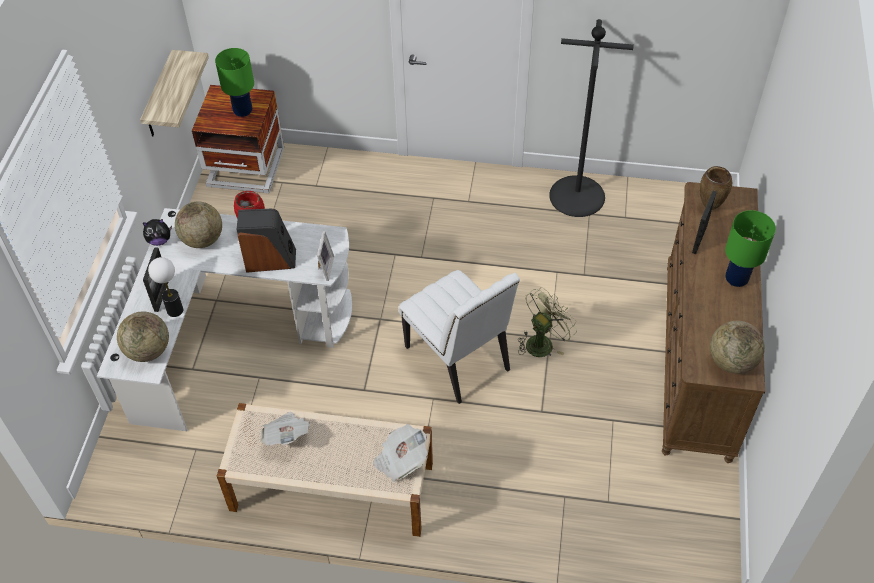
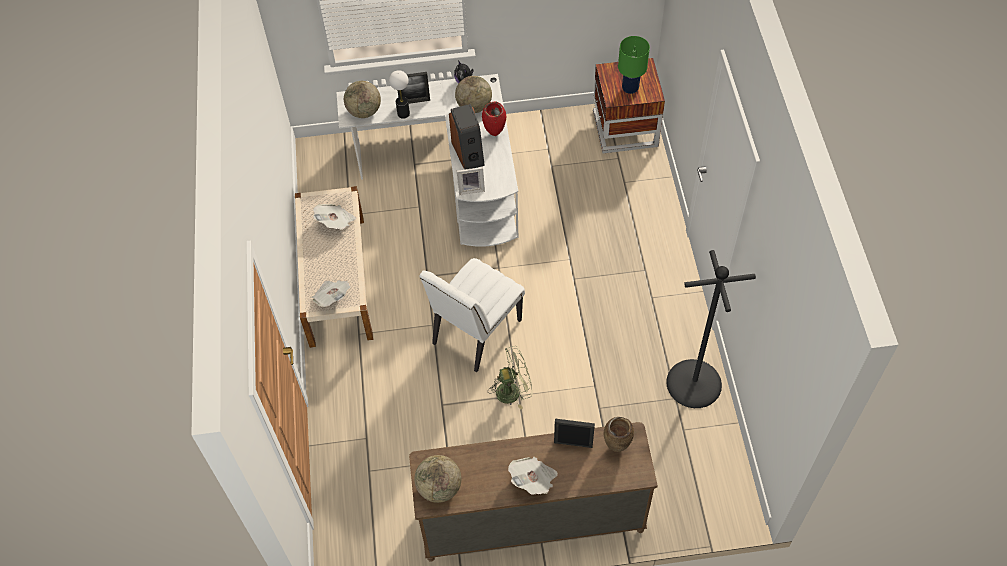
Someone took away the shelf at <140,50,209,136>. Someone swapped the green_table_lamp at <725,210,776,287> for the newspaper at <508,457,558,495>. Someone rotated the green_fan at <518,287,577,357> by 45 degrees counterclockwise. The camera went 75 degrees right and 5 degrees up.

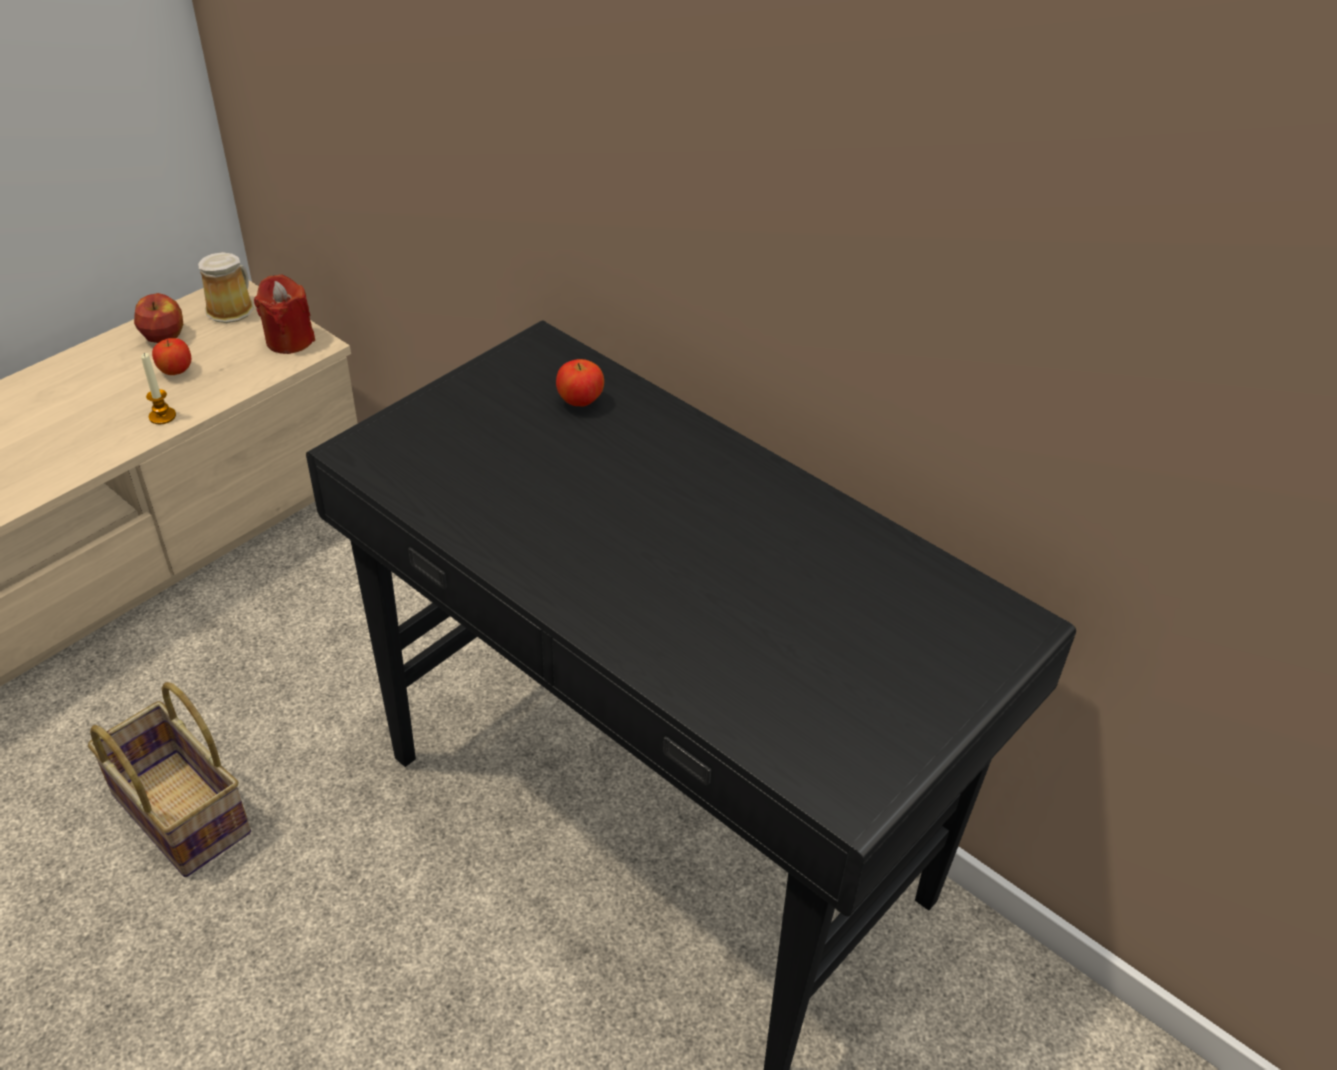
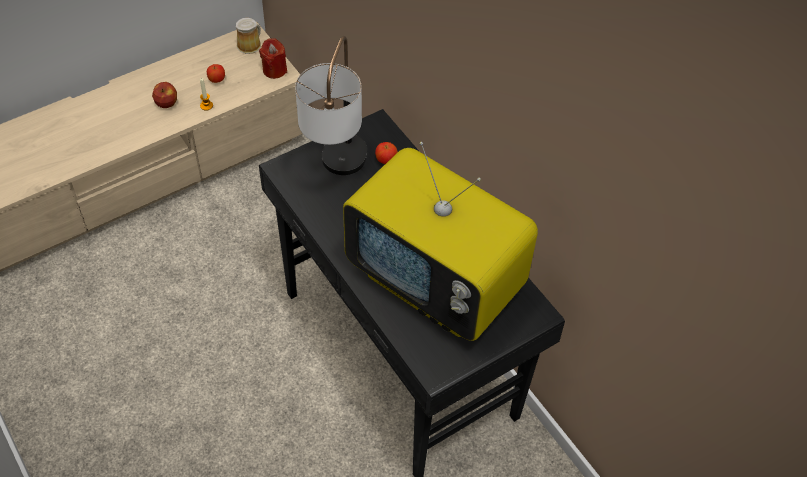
Someone carried the apple from <134,293,183,343> to <152,82,177,108>. Someone took away the basket at <88,682,251,877>. Someone put down the table_lamp at <295,36,367,175>. Someone put down the television at <343,142,538,341>. The camera went 15 degrees right and 10 degrees up.

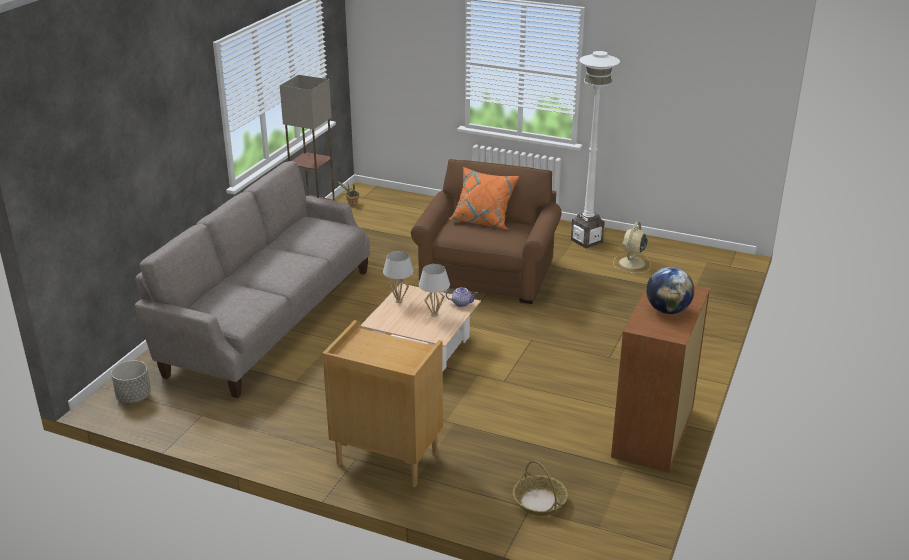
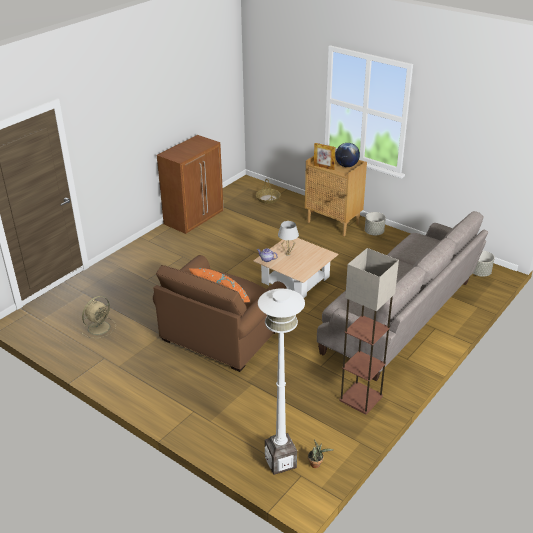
Someone carried the white_floor_lamp from <571,51,620,248> to <258,288,305,475>. Someone took away the white_table_lamp at <383,251,414,303>. Someone carried the globe from <646,267,694,314> to <335,143,360,167>. Someone put down the picture_frame at <314,143,335,170>. Someone put down the grey_planter at <365,212,386,236>. The camera went 165 degrees left and 5 degrees up.

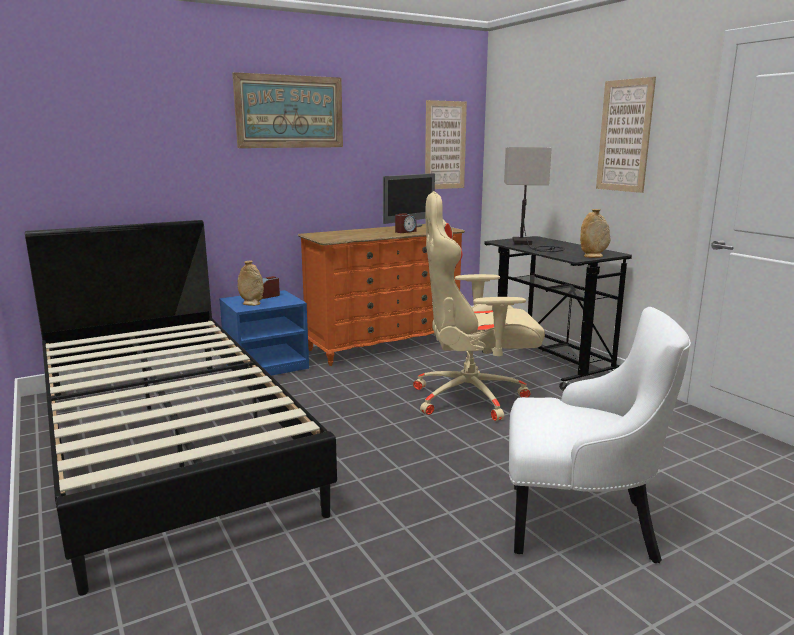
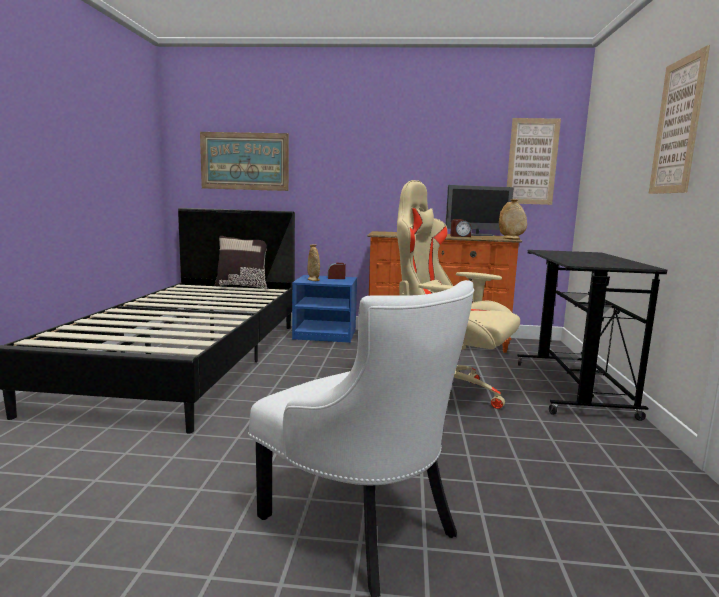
Someone carried the picture from <232,72,343,148> to <200,132,289,191>. Someone took away the table_lamp at <504,147,565,252>. Someone carried the beige_vase from <580,209,611,258> to <499,199,527,239>. Someone put down the pillow at <214,236,267,289>. The camera went 35 degrees right and 5 degrees down.

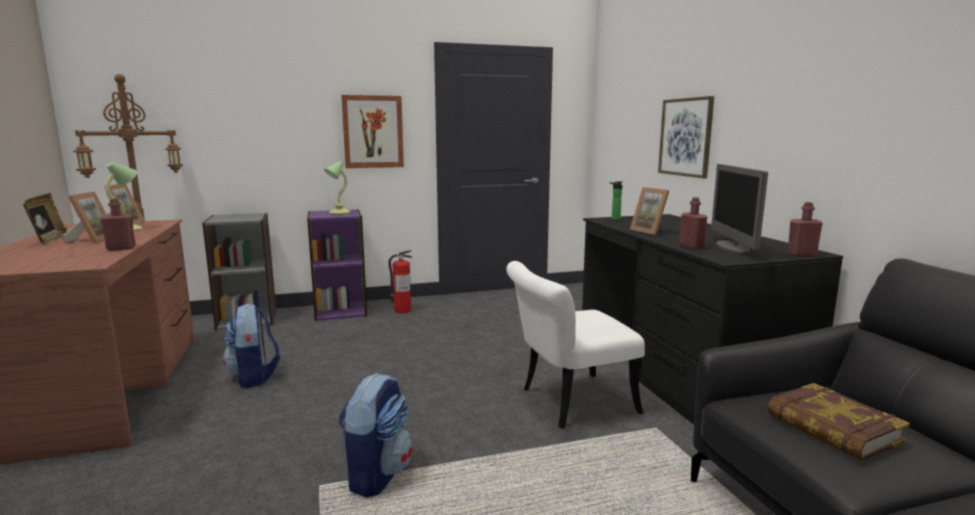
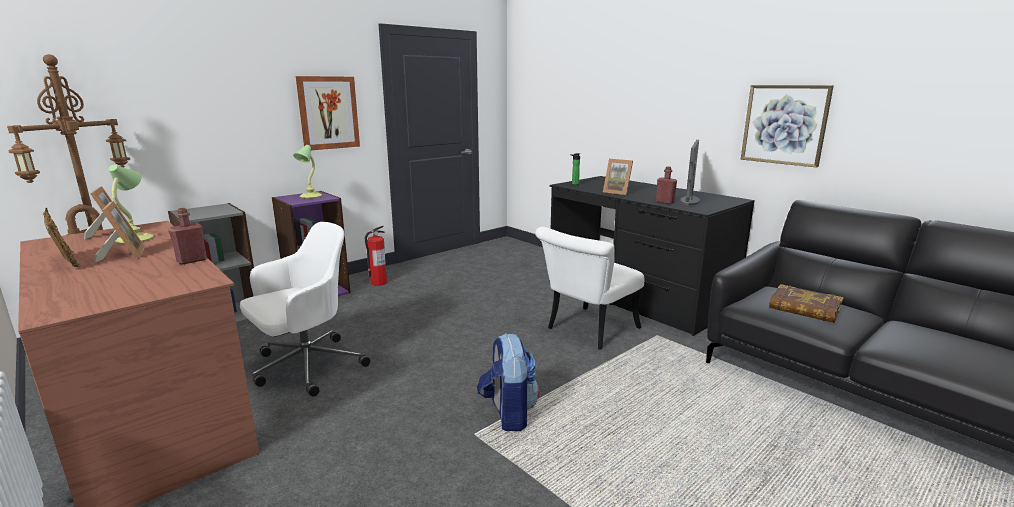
Someone carried the picture from <658,96,714,178> to <741,85,834,168>. Someone rotated the monitor at <711,164,768,254> by 45 degrees clockwise. Someone took away the red_bottle at <787,202,823,257>. Someone swapped the backpack at <223,303,280,388> for the white_office_chair at <240,222,370,397>. The camera went 25 degrees left and 5 degrees up.

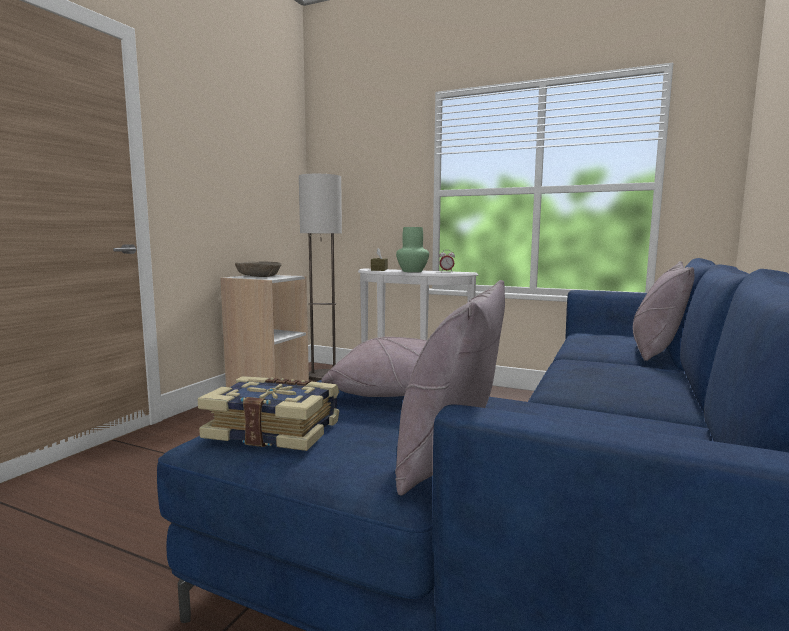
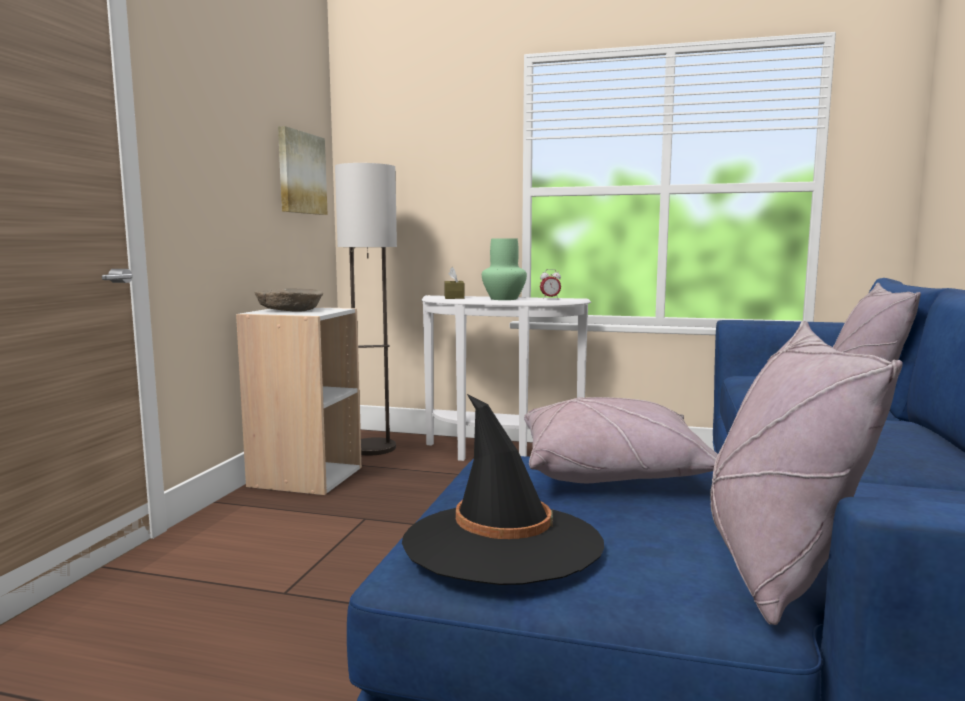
Someone swapped the book at <198,376,340,451> for the black_hat at <402,394,604,585>. Someone put up the picture at <278,126,328,215>. The camera went 10 degrees left and 0 degrees up.

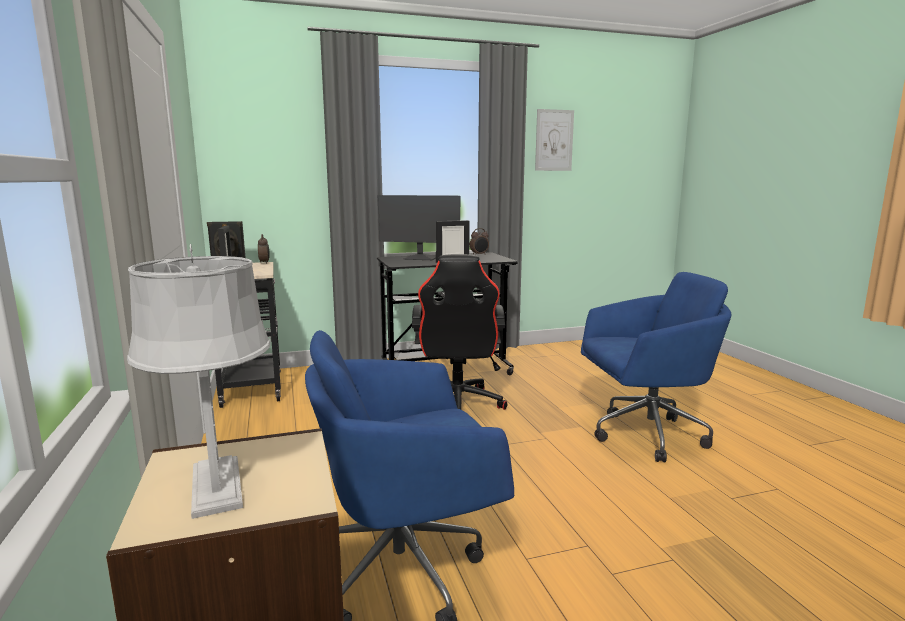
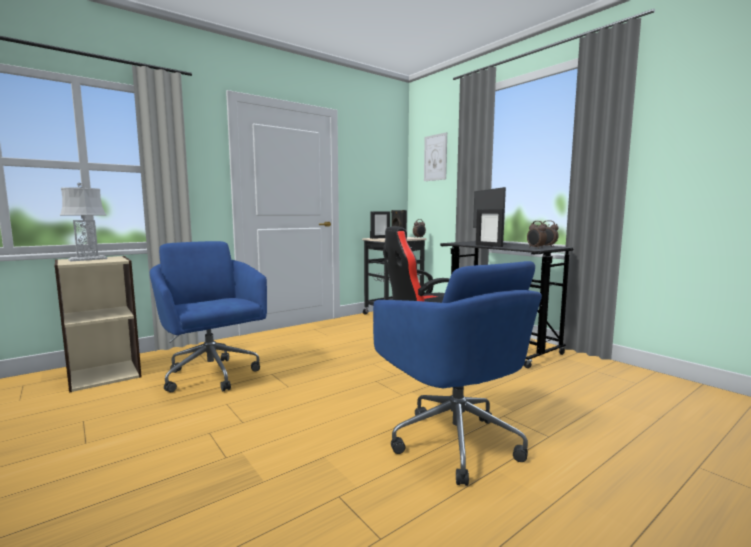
Someone carried the picture from <535,109,574,171> to <424,132,447,181>. Someone put down the alarm_clock at <527,221,547,249>. The camera went 70 degrees right and 5 degrees down.

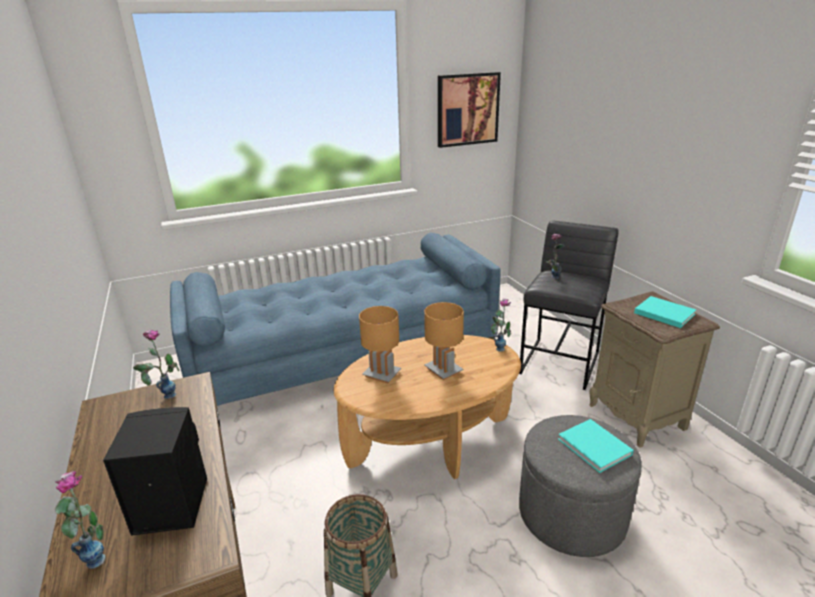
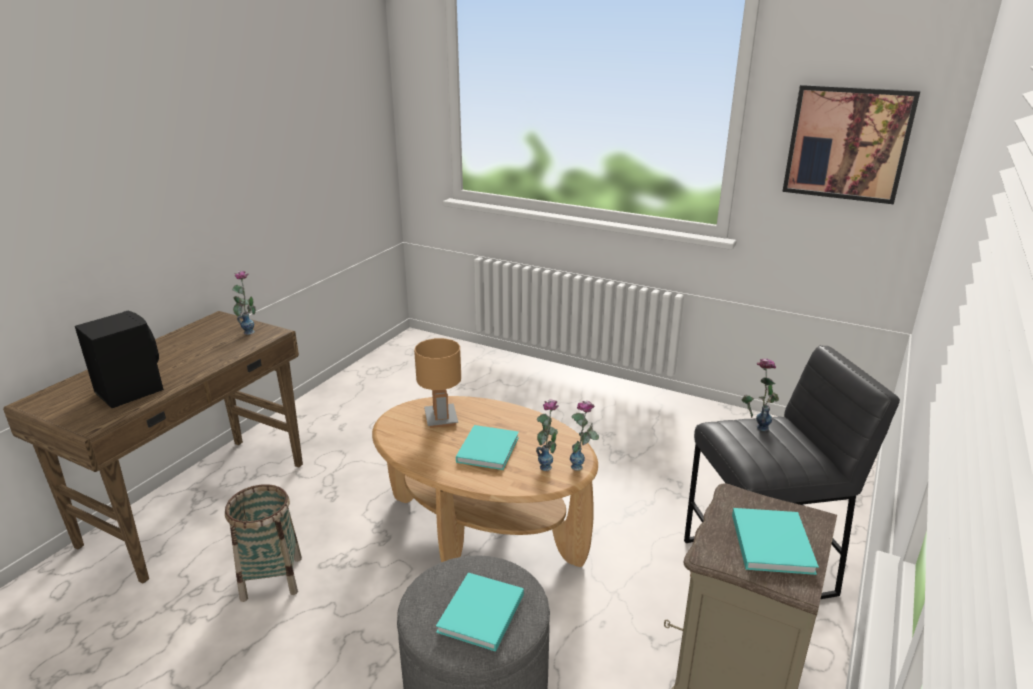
Someone took away the blue_sofa at <170,233,501,406>. Someone swapped the brown_table_lamp at <424,302,464,380> for the turquoise_book at <456,425,519,470>. Someone carried the vase from <55,471,106,569> to <536,399,559,471>. The camera went 50 degrees right and 0 degrees up.

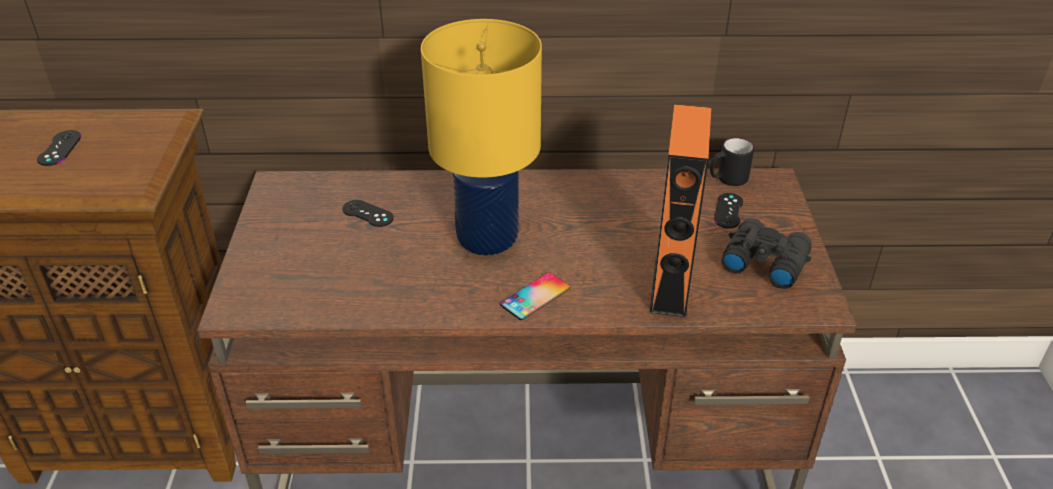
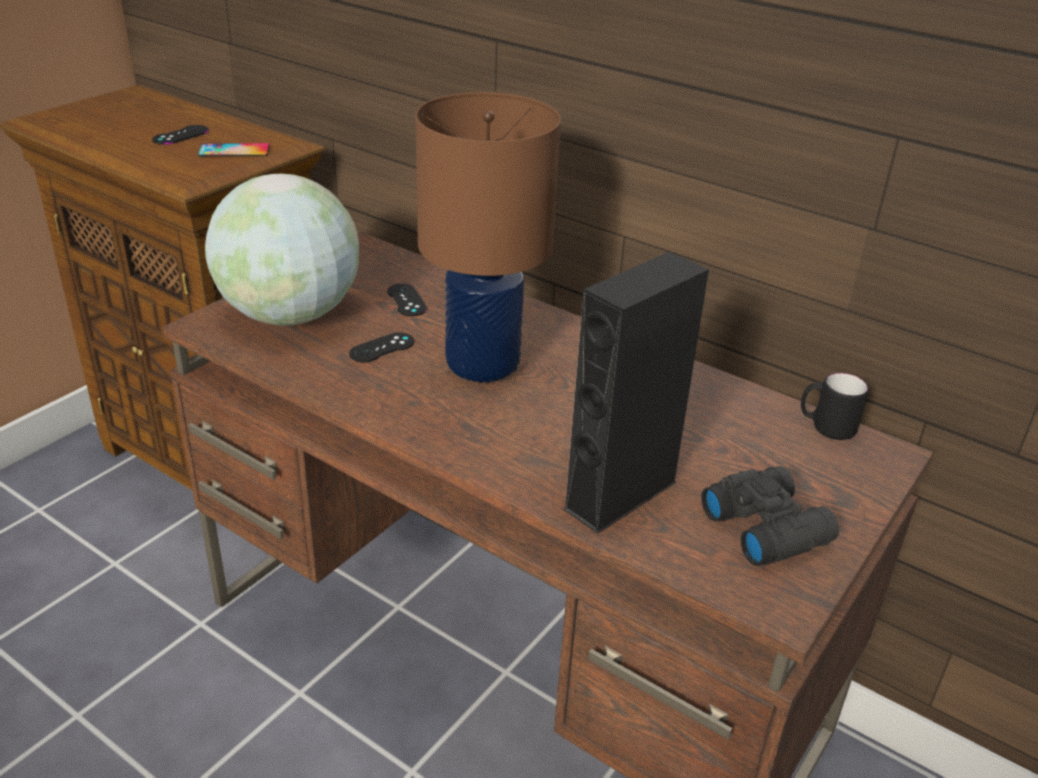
Someone repainted the yellow_table_lamp at <421,19,542,256>, which became the brown_table_lamp at <415,92,561,383>. Someone repainted the orange_speaker at <649,104,711,317>, which became the black_speaker at <563,252,709,534>. Someone carried the black_game_controller from <714,193,743,228> to <349,332,414,363>. Someone carried the phone from <500,272,570,320> to <198,143,269,156>. Someone put down the globe at <205,174,359,325>. The camera went 35 degrees right and 5 degrees down.

